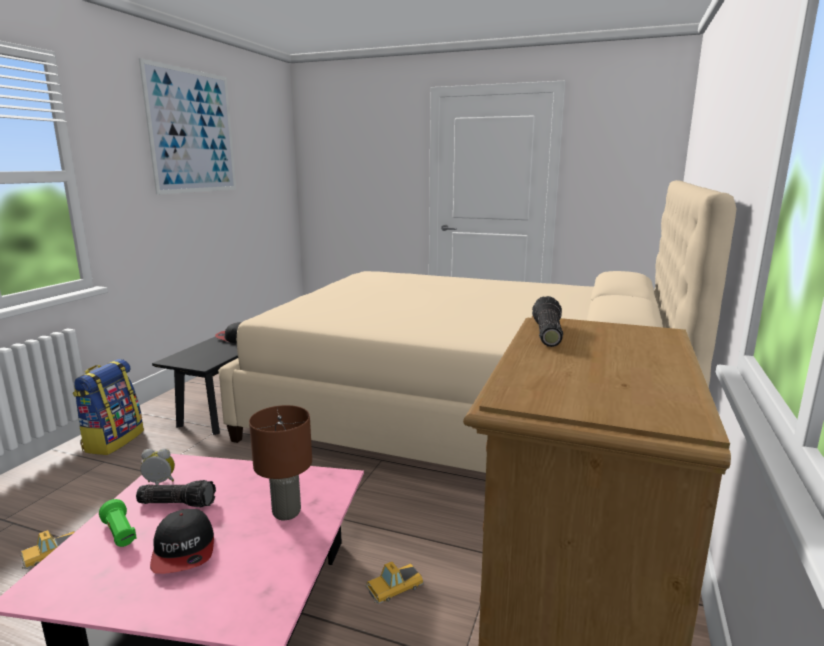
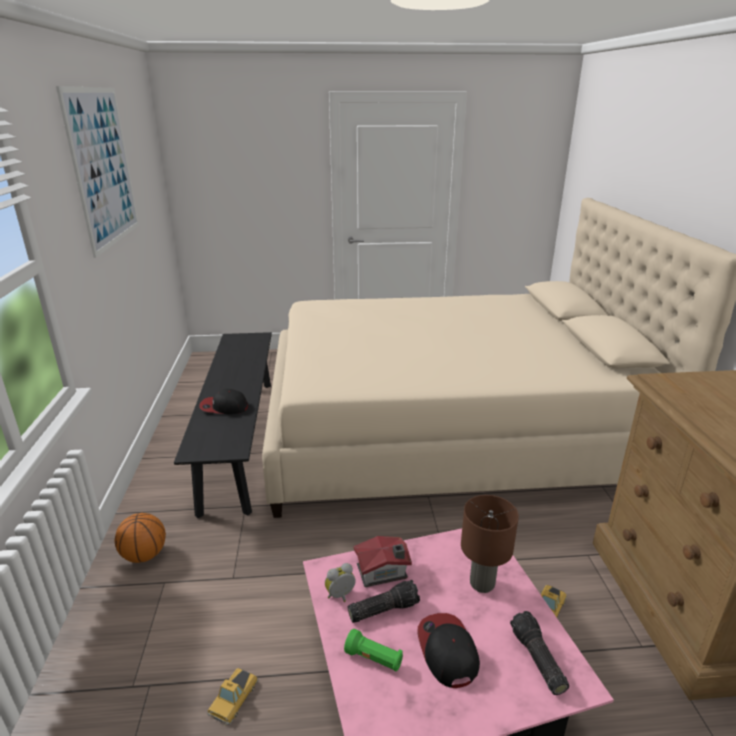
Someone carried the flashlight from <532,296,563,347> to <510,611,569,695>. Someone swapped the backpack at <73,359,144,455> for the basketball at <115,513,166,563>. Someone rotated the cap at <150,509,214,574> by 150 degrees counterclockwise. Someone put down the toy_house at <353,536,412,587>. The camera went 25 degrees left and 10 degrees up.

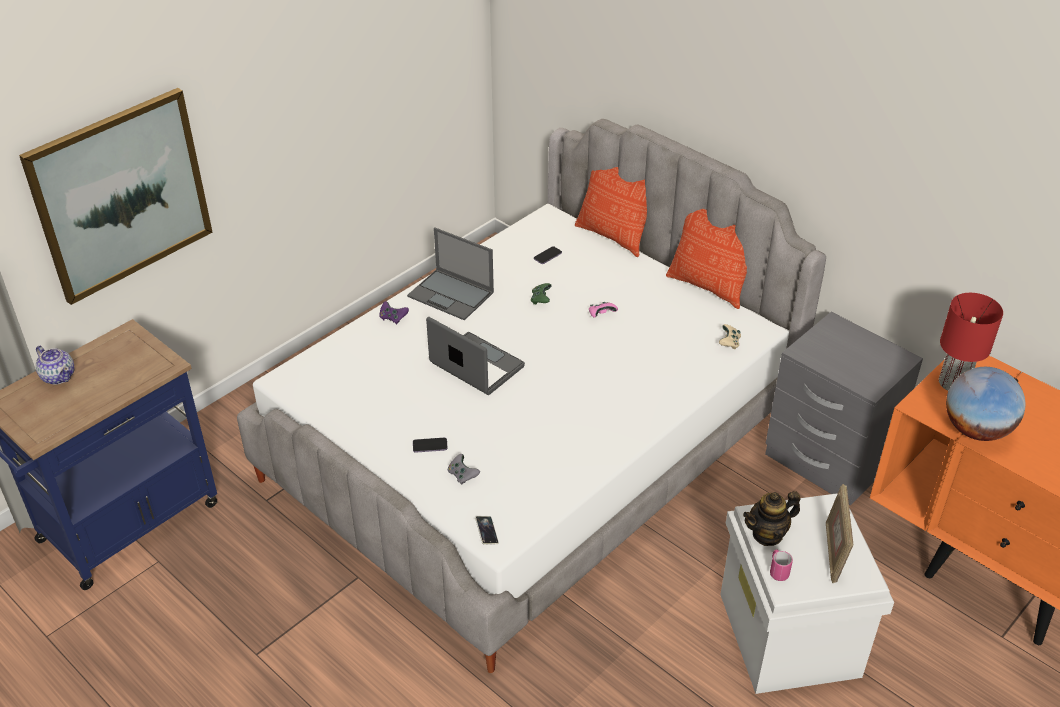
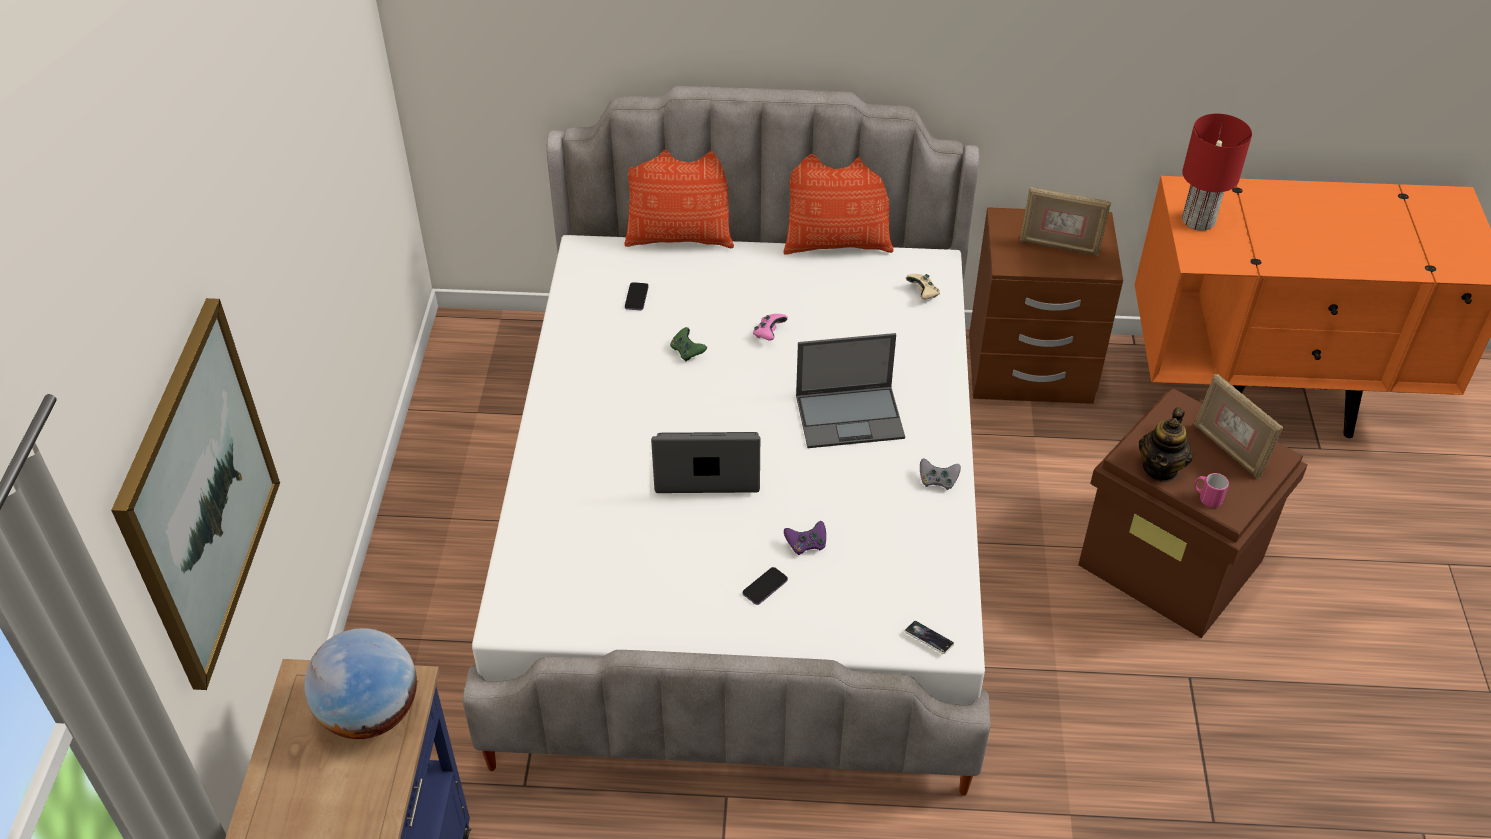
Someone carried the laptop from <407,227,494,320> to <796,333,905,448>. Someone carried the purple_game_controller from <380,301,409,324> to <784,521,826,555>. Someone repainted the grey_nightstand at <765,312,923,505>, which became the brown_nightstand at <969,207,1123,404>. Someone took away the teapot at <36,346,75,384>. Someone carried the globe from <946,367,1025,441> to <304,628,417,739>. Someone carried the grey_game_controller from <447,454,480,484> to <920,458,961,490>. Someone repainted the white_storage_box at <720,493,894,694>, which became the brown_storage_box at <1078,388,1308,638>. Someone put down the picture_frame at <1020,187,1111,256>. The camera went 40 degrees left and 5 degrees up.

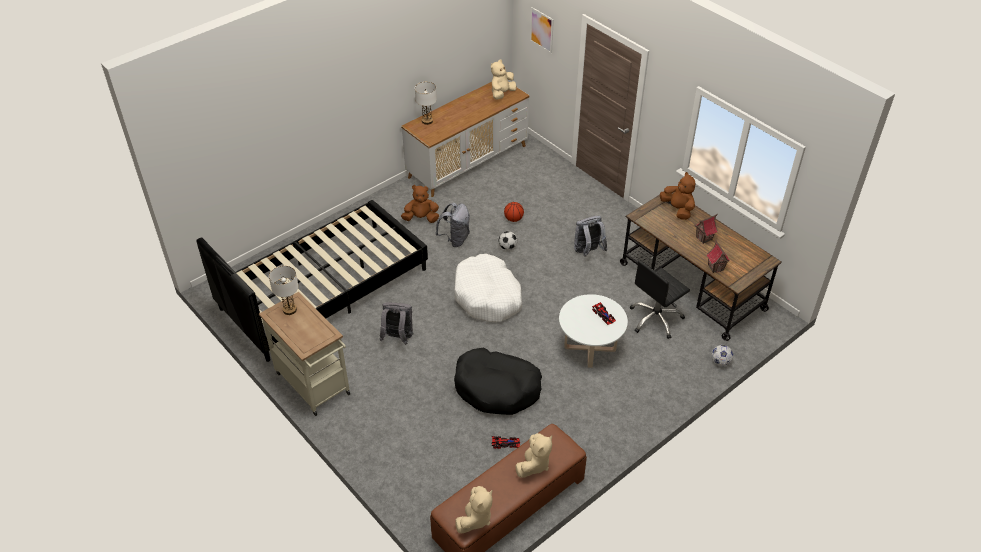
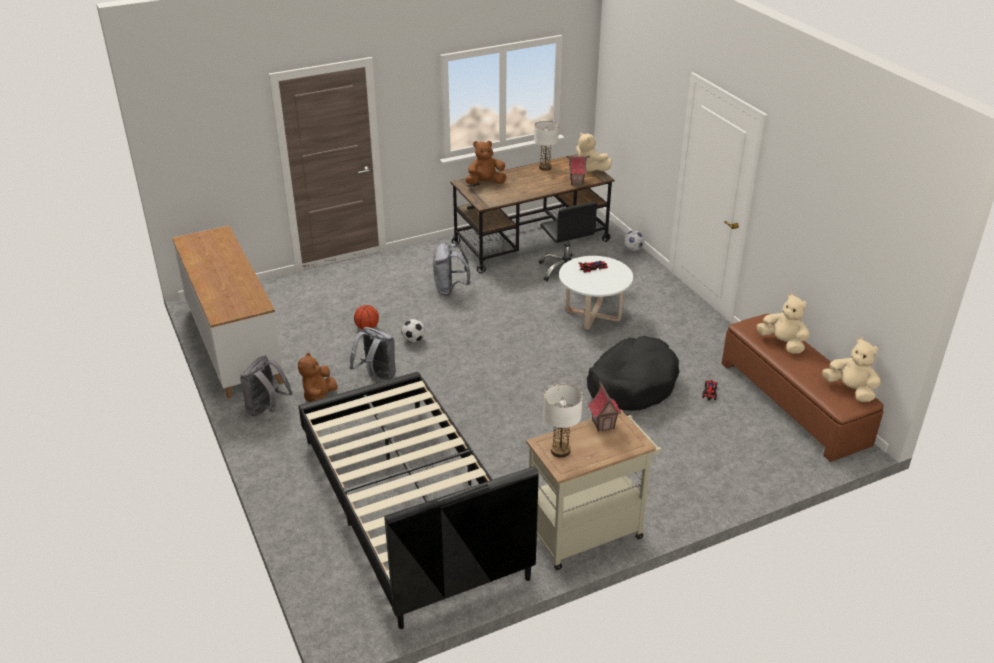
Someone took away the picture at <530,7,554,54>. Someone carried the beige_plush_toy from <491,59,517,100> to <576,132,612,172>. Someone carried the table_lamp from <415,82,437,125> to <534,121,559,171>. Someone carried the toy_house from <695,214,718,244> to <588,381,622,432>. Someone took away the white_dog_bed at <455,254,523,323>. Someone carried the grey_backpack from <380,302,414,345> to <240,355,293,416>. The camera went 75 degrees left and 10 degrees down.

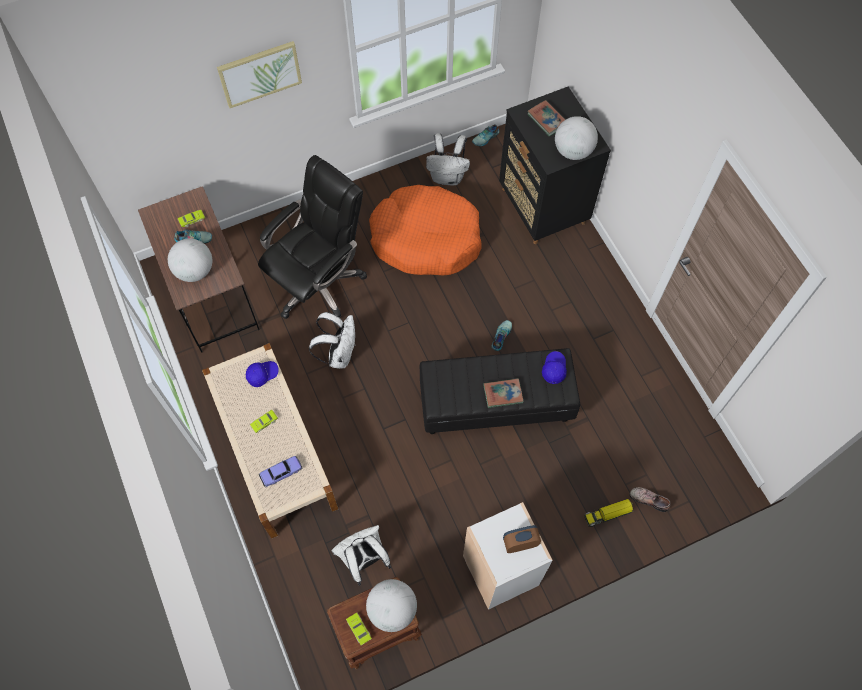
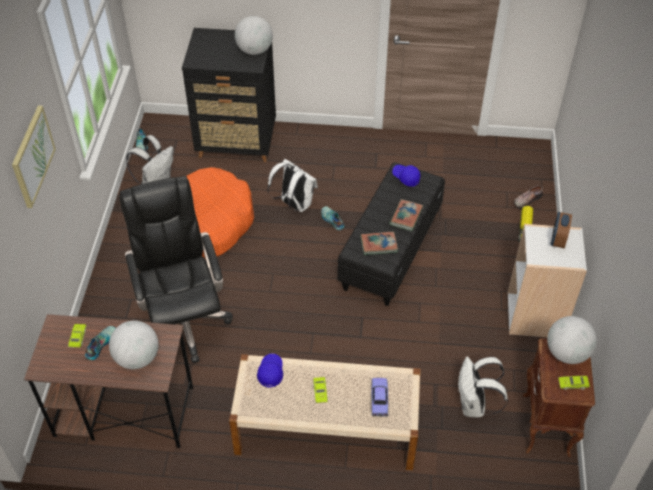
Someone carried the book from <527,100,566,136> to <361,231,398,255>. Someone carried the white_backpack from <309,312,356,369> to <267,159,318,212>. The camera went 60 degrees left and 15 degrees down.

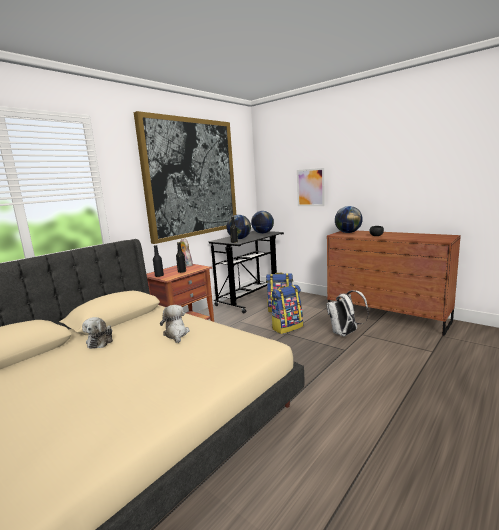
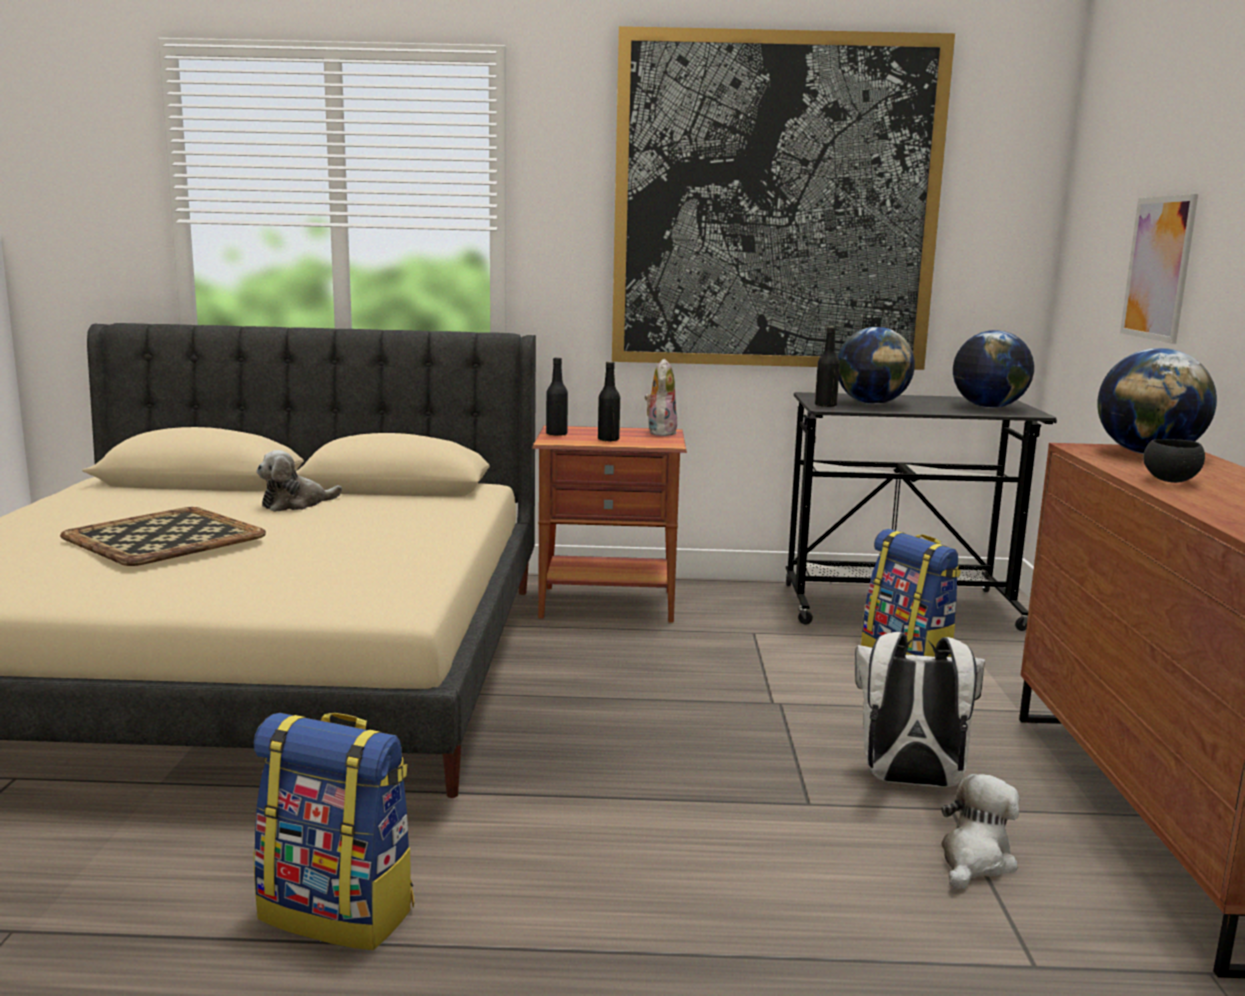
Someone carried the backpack from <271,285,303,334> to <253,713,414,950>. Someone carried the plush_toy from <160,305,190,343> to <941,774,1019,889>. Someone put down the tray at <60,507,266,566>. The camera went 50 degrees right and 0 degrees up.

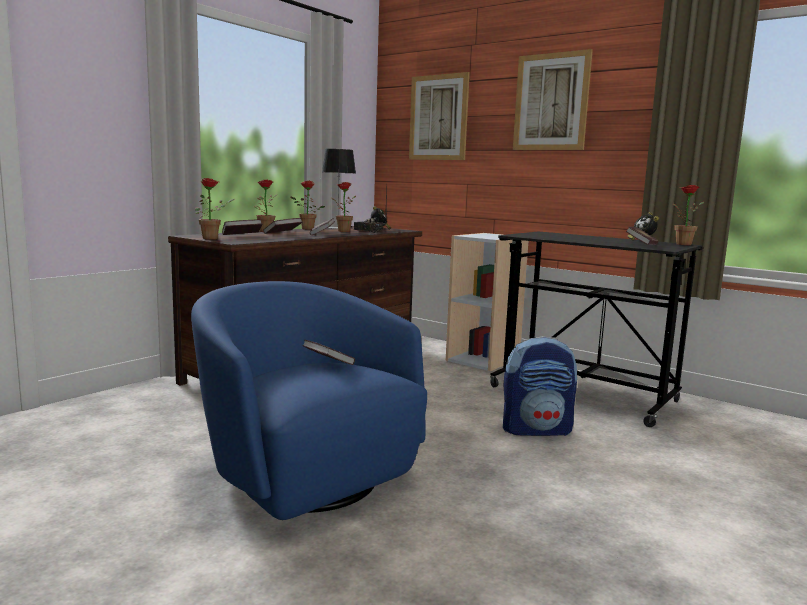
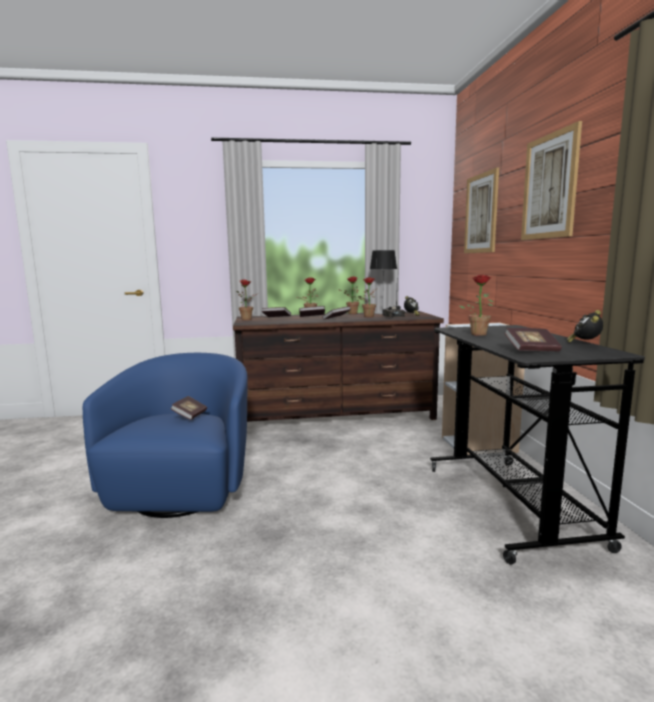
Someone carried the potted_plant from <673,185,704,245> to <459,275,494,336>. Someone took away the backpack at <503,336,577,436>. The camera went 45 degrees right and 0 degrees up.

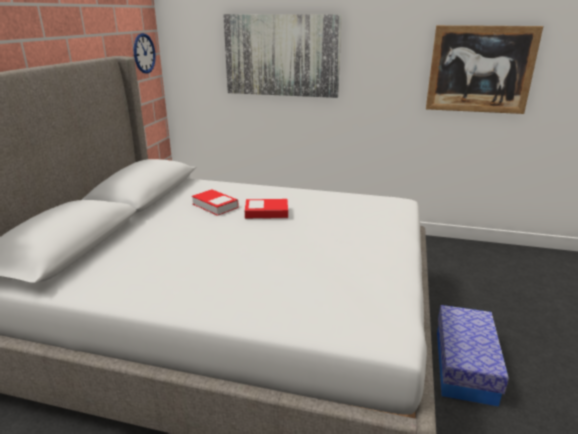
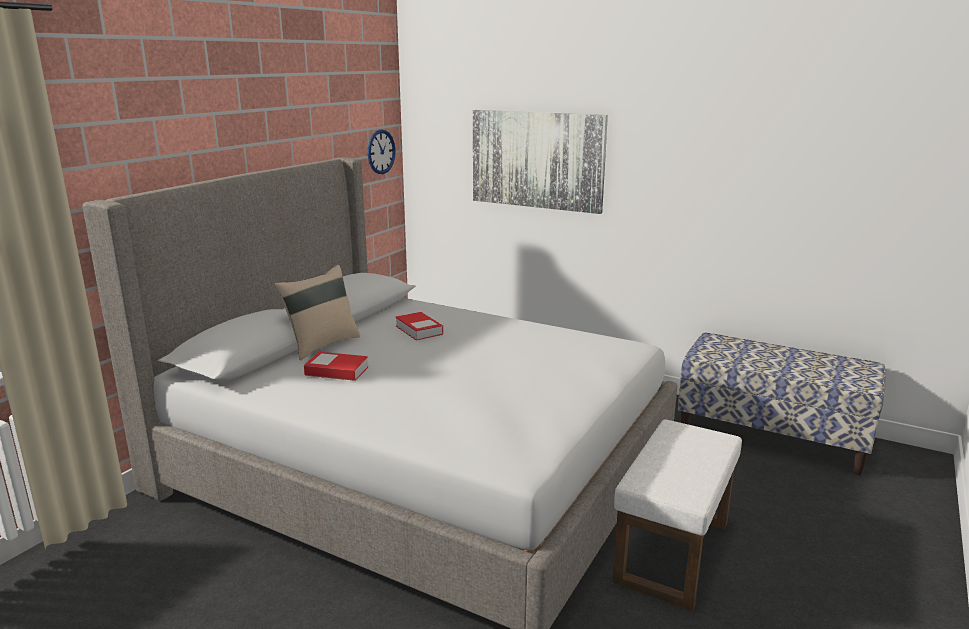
Someone took away the picture at <426,25,543,114>. Someone carried the book from <245,199,288,219> to <304,352,368,381>. Someone swapped the storage_box at <437,305,509,407> for the white_ottoman at <612,419,742,611>. Someone put down the beige_pillow at <274,265,360,361>. Someone put down the bench at <678,333,886,475>. The camera went 15 degrees right and 5 degrees down.

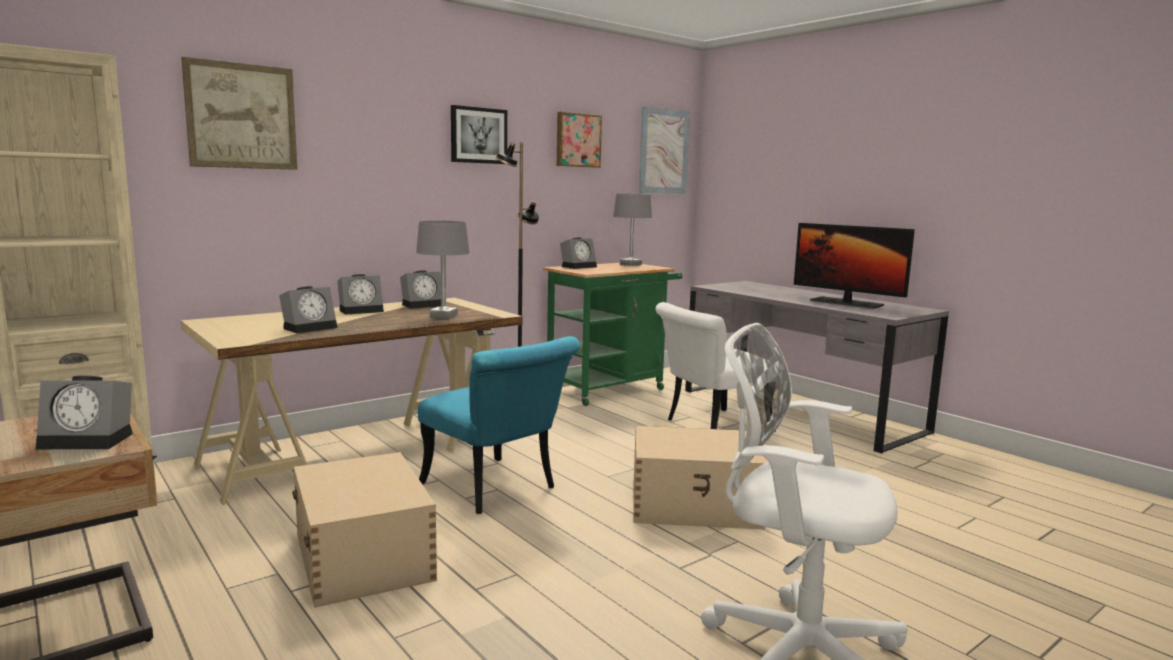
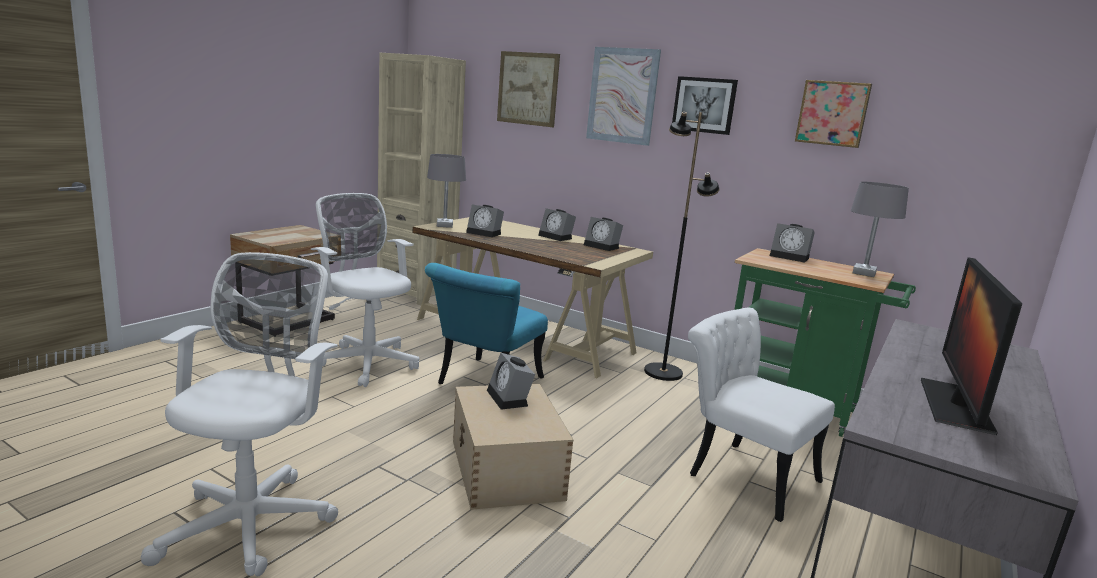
Someone carried the picture from <639,107,690,194> to <586,47,661,146>. Someone carried the grey_table_lamp from <416,221,470,319> to <427,154,466,228>. Someone carried the alarm_clock from <36,376,133,449> to <487,353,535,410>. Someone swapped the beige_storage_box at <292,452,437,608> for the white_office_chair at <311,193,419,387>. The camera went 70 degrees right and 5 degrees up.

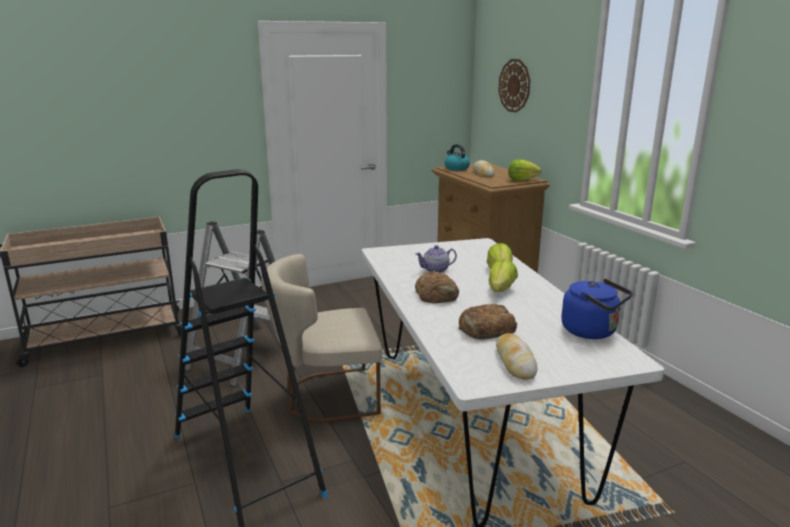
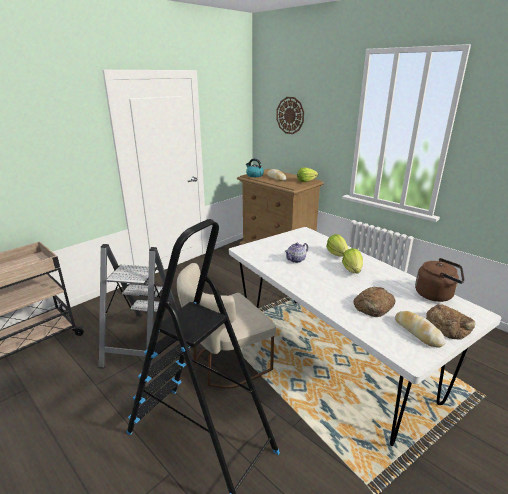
Someone carried the bread from <415,270,459,304> to <426,304,475,340>. Someone repainted the blue_kettle at <561,279,633,339>, which became the brown_kettle at <415,258,464,302>. The camera went 20 degrees left and 5 degrees up.

